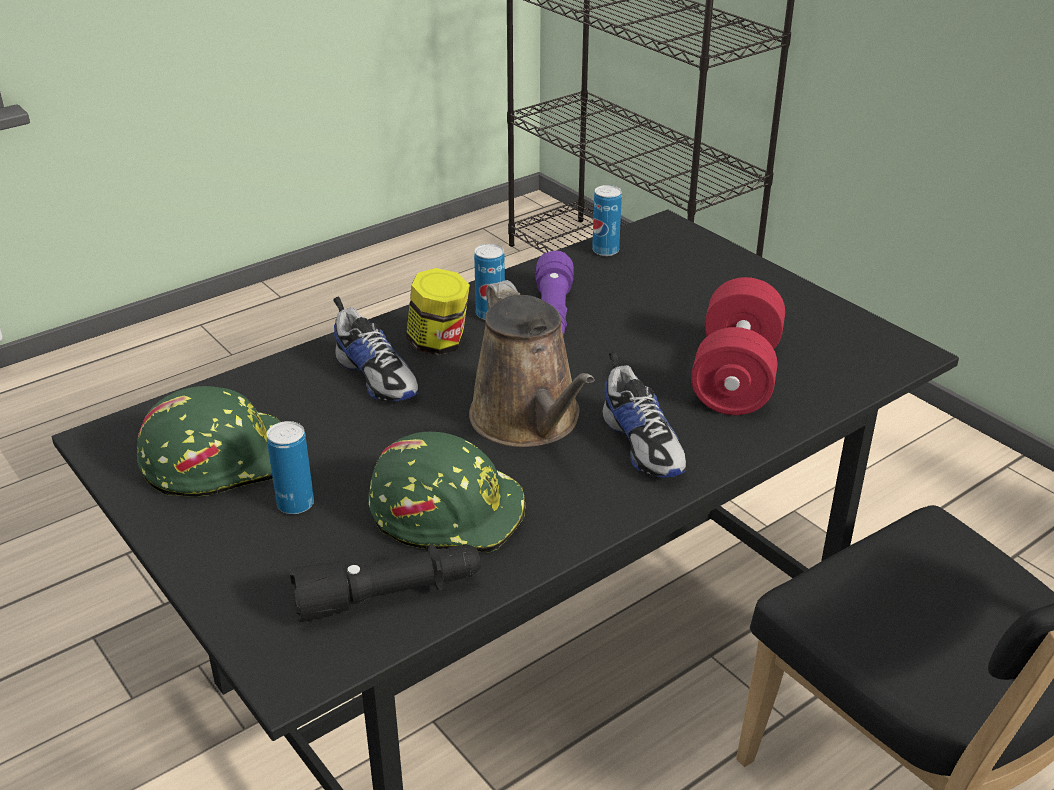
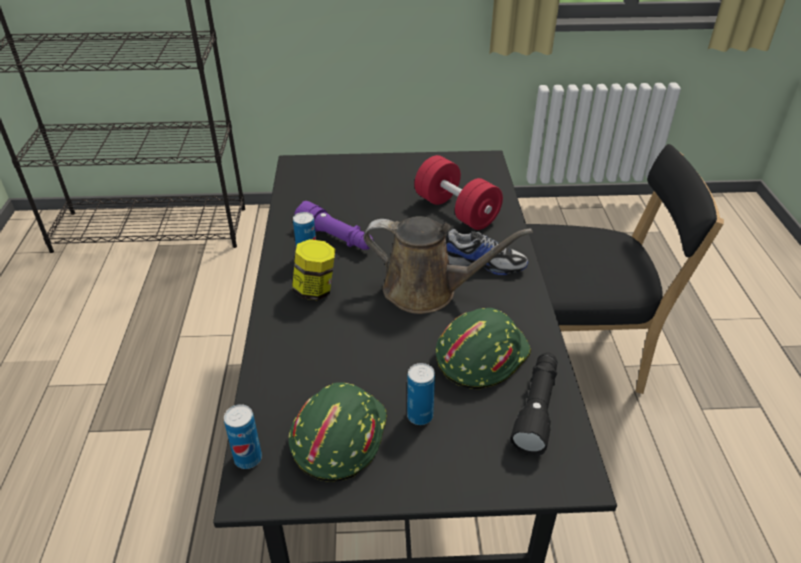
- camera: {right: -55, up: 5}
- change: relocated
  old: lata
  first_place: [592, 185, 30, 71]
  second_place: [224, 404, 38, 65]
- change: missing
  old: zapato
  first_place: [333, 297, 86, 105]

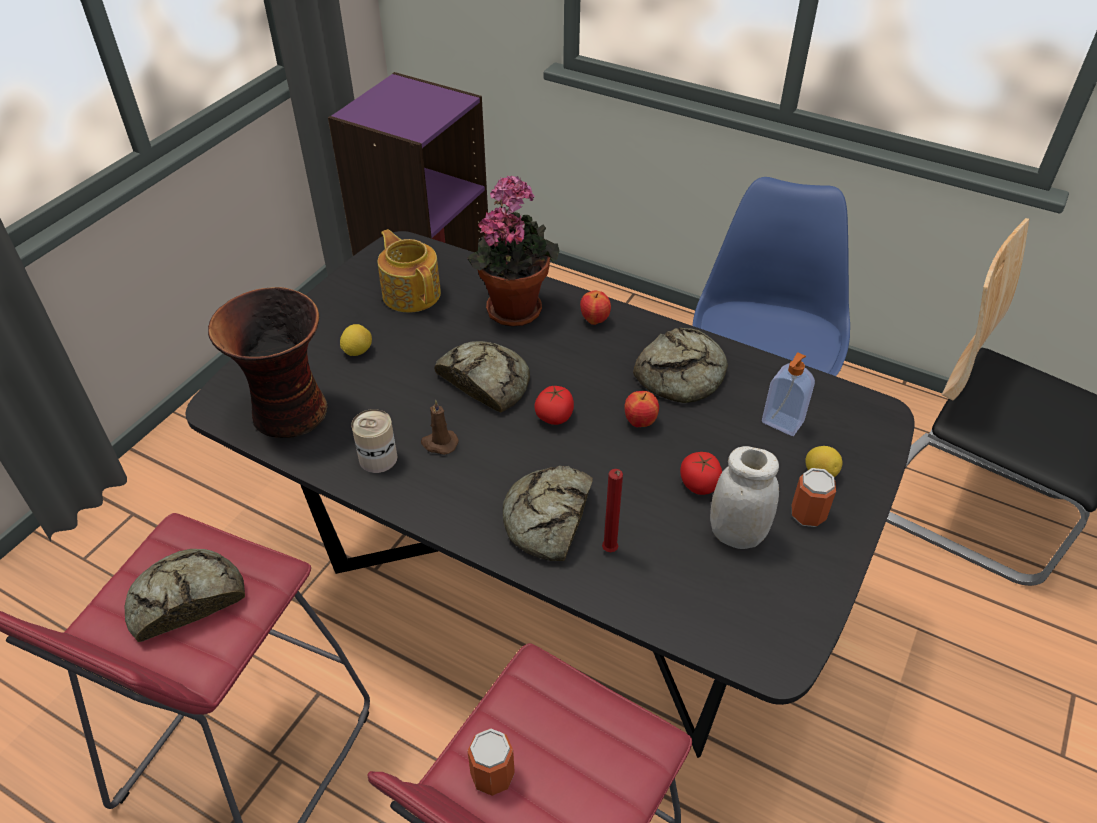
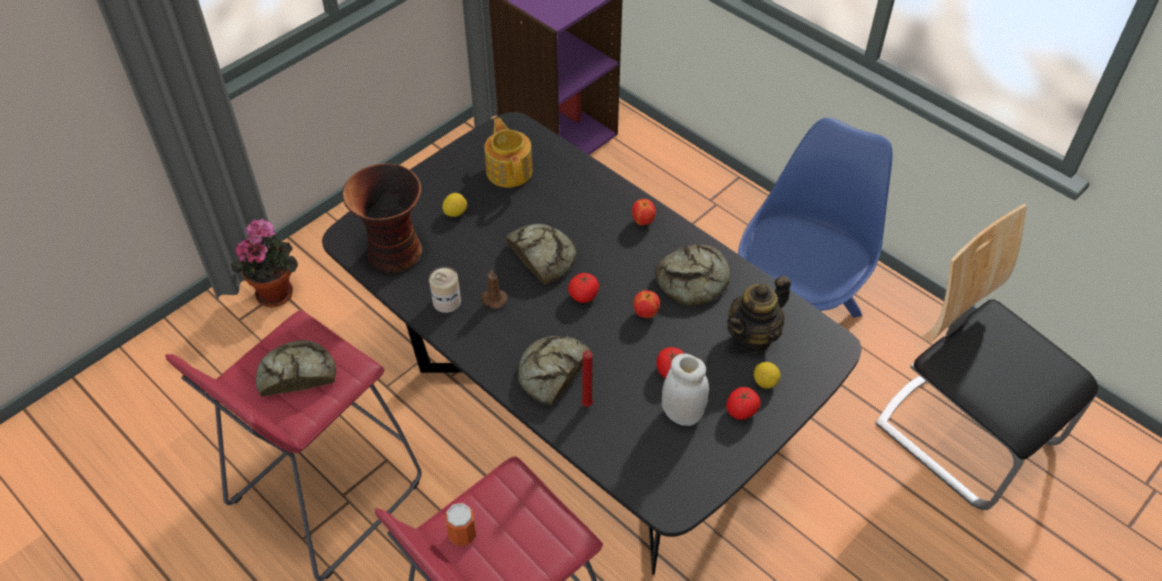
- camera: {right: 15, up: 5}
- change: relocated
  old: planta en maceta
  first_place: [467, 176, 92, 150]
  second_place: [231, 218, 67, 89]
- change: exchanged
  old: dispensador de jabón
  new: tetera
  first_place: [762, 352, 53, 84]
  second_place: [727, 276, 64, 77]
- change: exchanged
  old: lata
  new: tomate
  first_place: [792, 468, 44, 59]
  second_place: [726, 387, 34, 33]

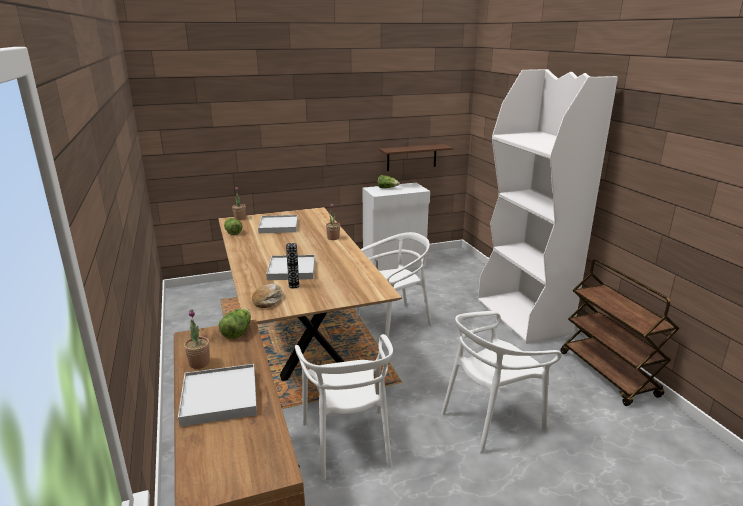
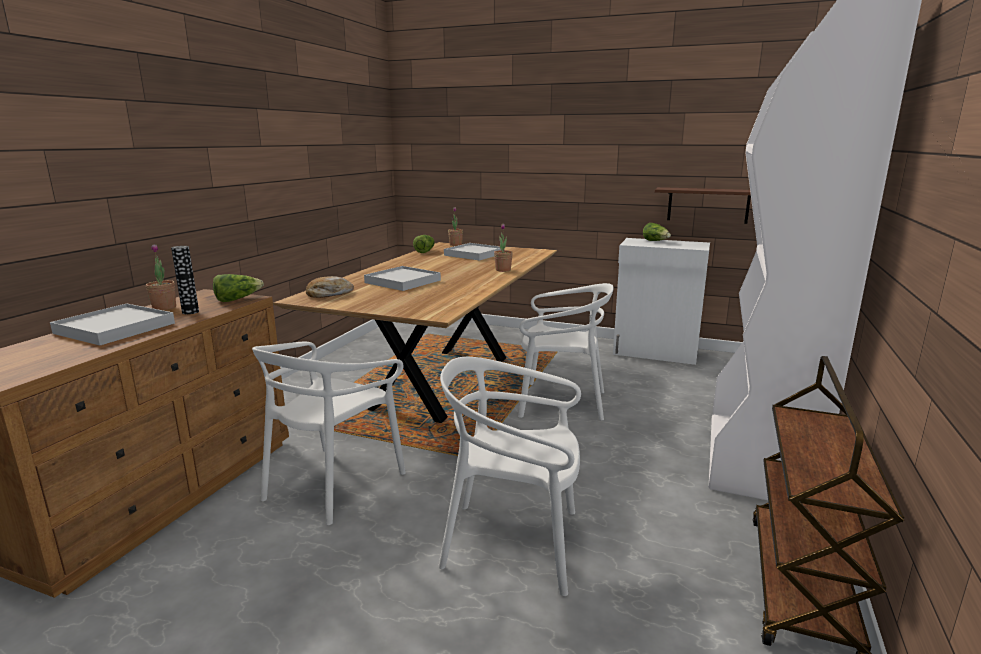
- camera: {right: 40, up: -5}
- change: relocated
  old: florero
  first_place: [286, 243, 13, 46]
  second_place: [171, 246, 28, 68]

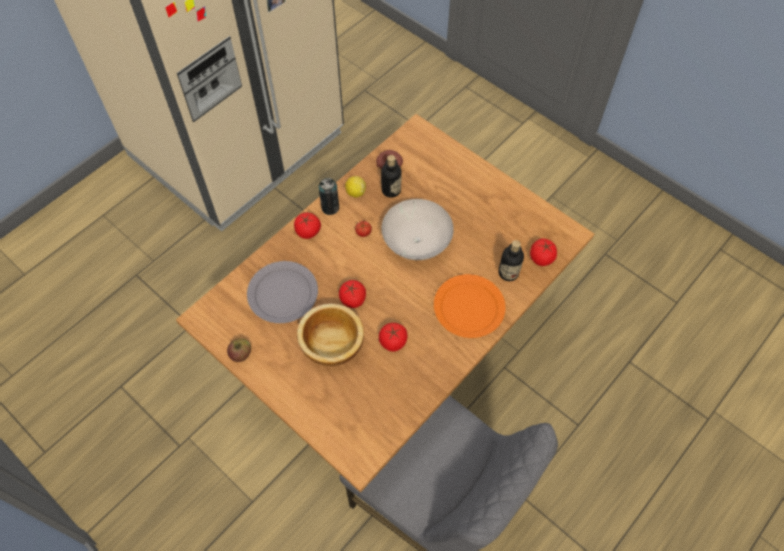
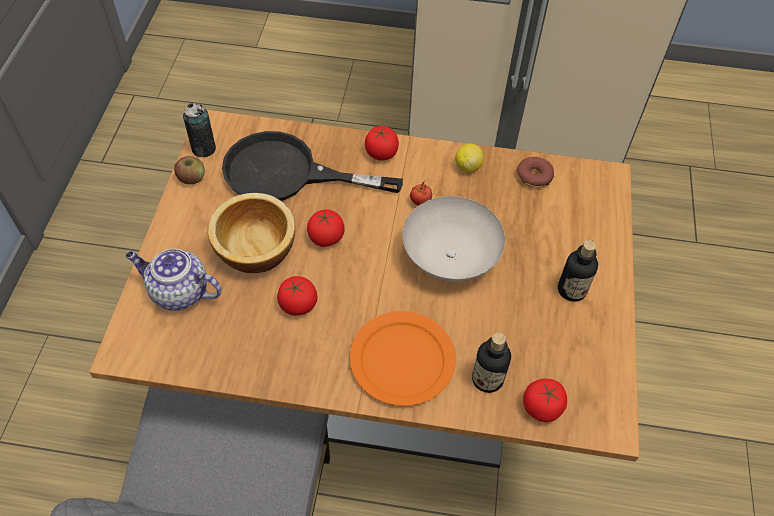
- camera: {right: 55, up: -5}
- change: relocated
  old: botella
  first_place: [381, 155, 21, 43]
  second_place: [558, 240, 40, 62]
- change: relocated
  old: lata
  first_place: [319, 178, 20, 37]
  second_place: [183, 103, 33, 54]
- change: exchanged
  old: plato (gris)
  new: sartén (negro)
  first_place: [247, 261, 71, 62]
  second_place: [222, 131, 181, 70]
- change: appeared
  new: tetera
  second_place: [125, 249, 97, 61]

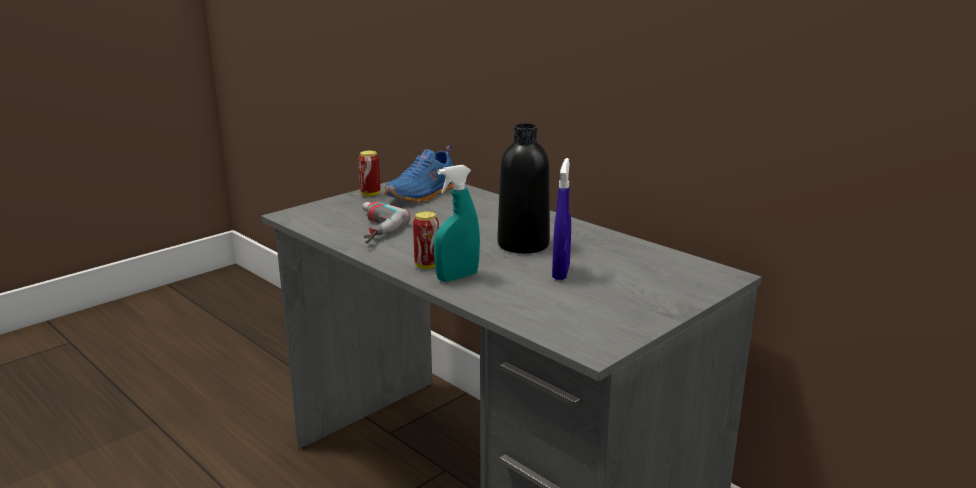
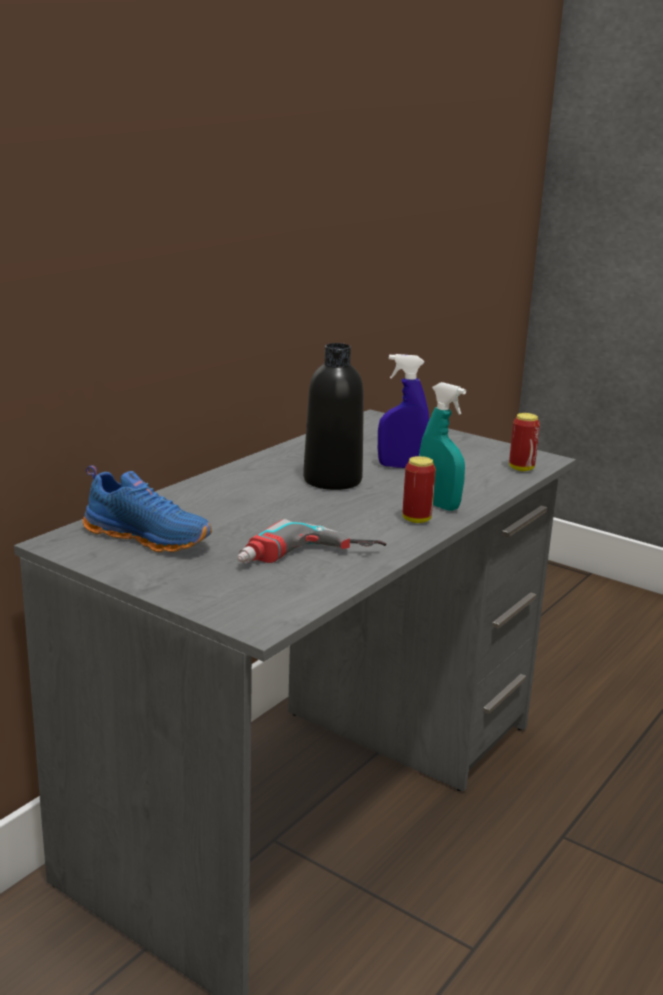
- camera: {right: -100, up: 0}
- change: relocated
  old: lata
  first_place: [358, 151, 22, 46]
  second_place: [509, 413, 31, 58]

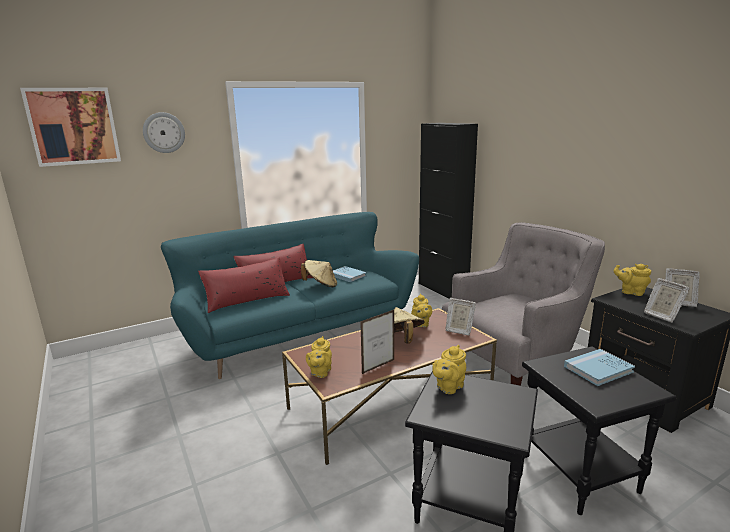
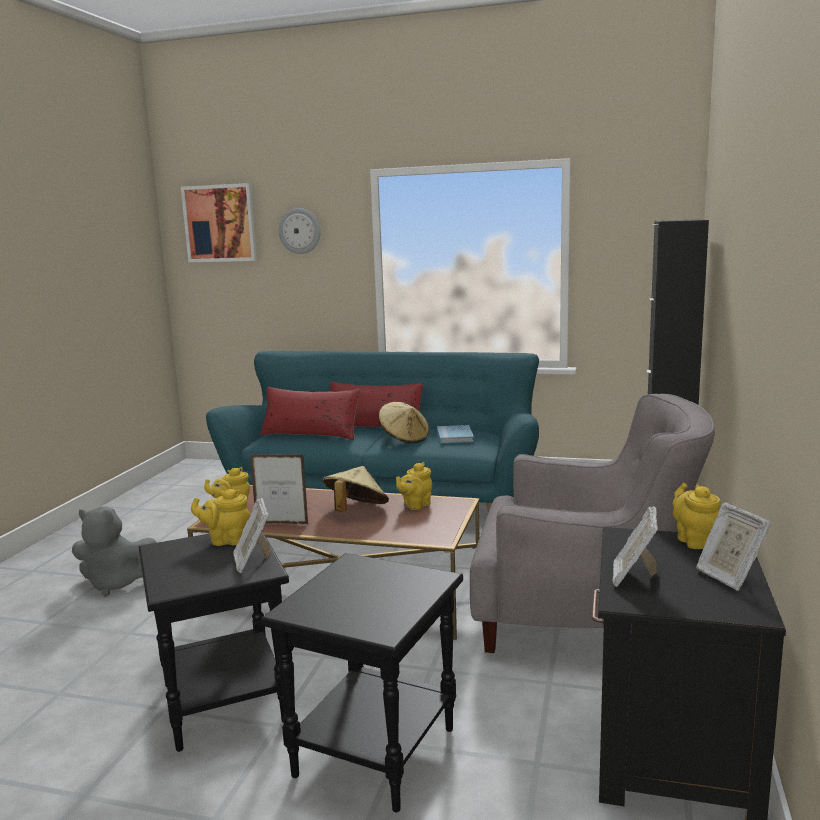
- camera: {right: 45, up: -5}
- change: relocated
  old: portarretratos
  first_place: [445, 298, 31, 38]
  second_place: [233, 498, 38, 75]
- change: missing
  old: libro (azul)
  first_place: [564, 349, 71, 37]
- change: appeared
  new: peluche (gris)
  second_place: [72, 507, 84, 90]

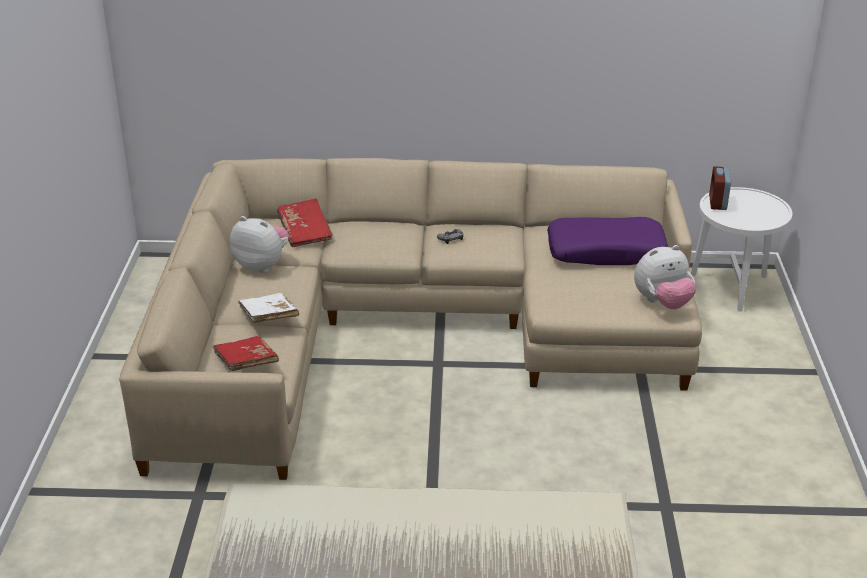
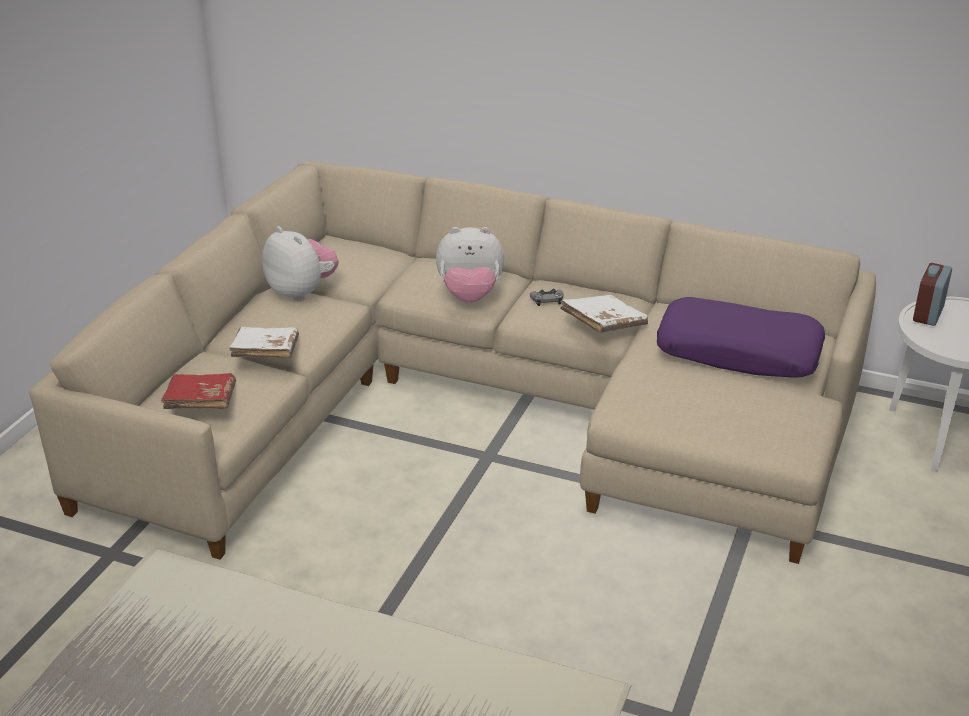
- camera: {right: 20, up: 0}
- change: missing
  old: libro (rojo)
  first_place: [277, 198, 56, 49]
- change: relocated
  old: peluche
  first_place: [634, 245, 62, 64]
  second_place: [436, 227, 68, 76]
- change: appeared
  new: libro (blanco)
  second_place: [560, 295, 88, 38]

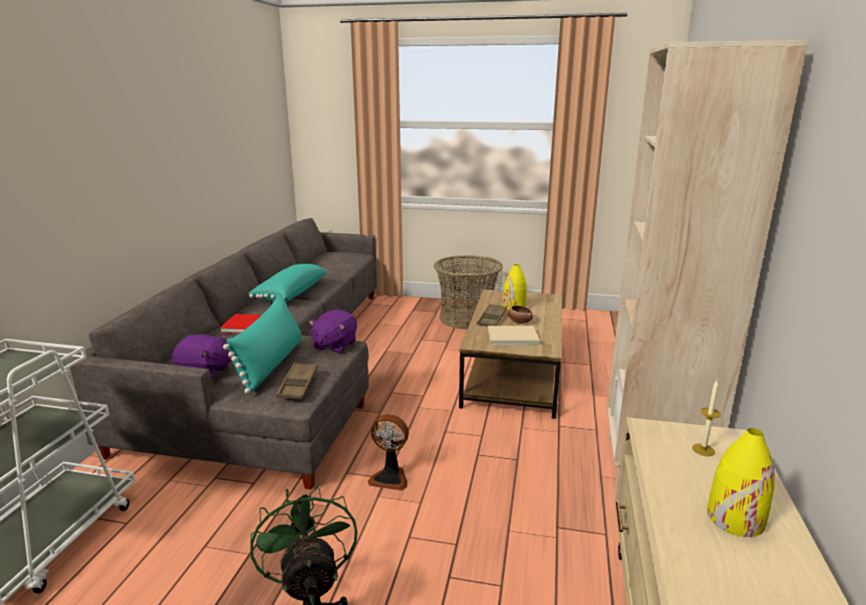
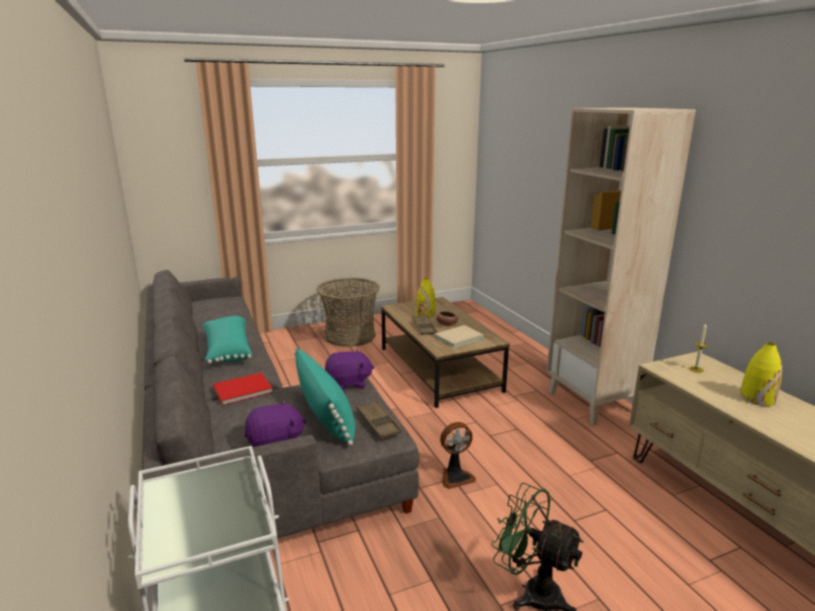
- camera: {right: -35, up: 0}
- change: spun
  old: peluche (morado)
  first_place: [308, 309, 49, 45]
  second_place: [325, 349, 49, 41]
  degrees: -90

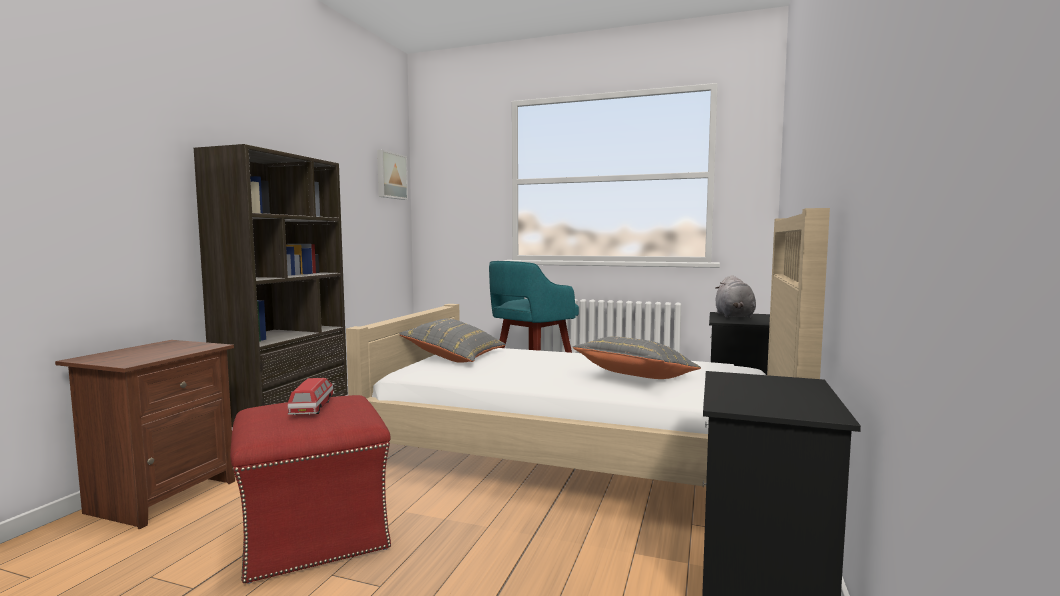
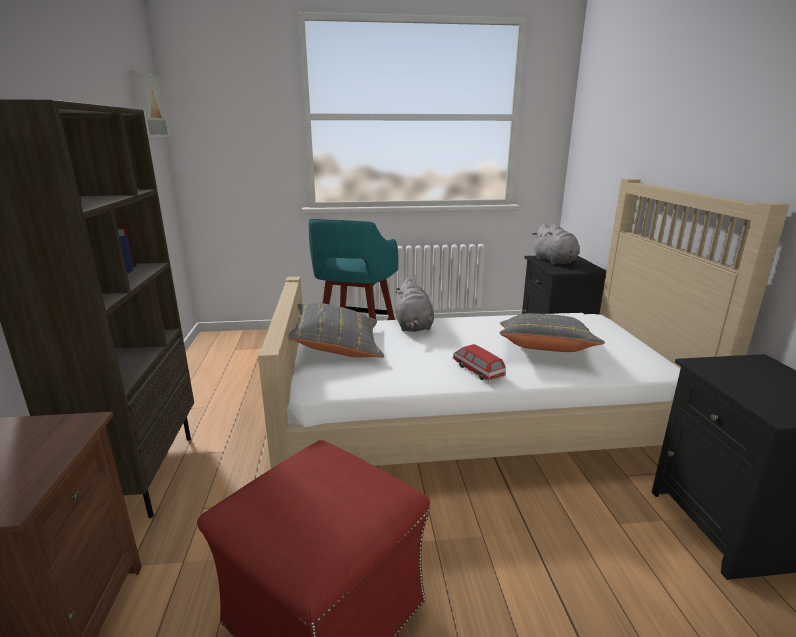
- camera: {right: -25, up: 15}
- change: relocated
  old: coche de juguete
  first_place: [288, 378, 46, 37]
  second_place: [453, 344, 53, 37]
- change: appeared
  new: peluche (gris)
  second_place: [395, 278, 39, 54]

